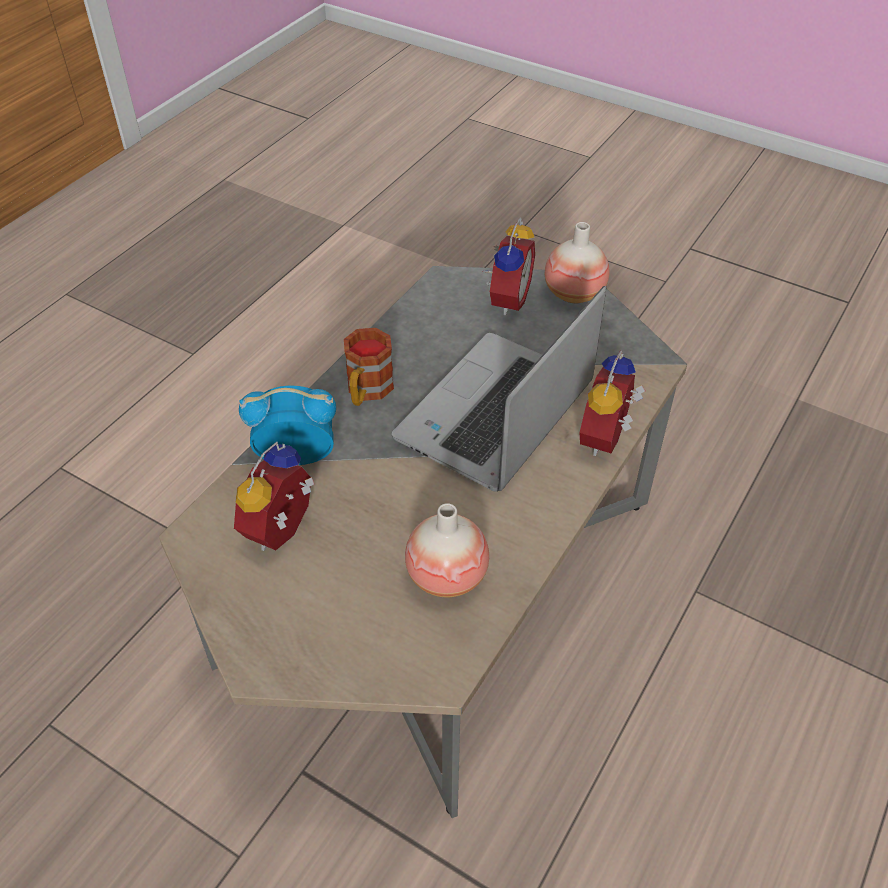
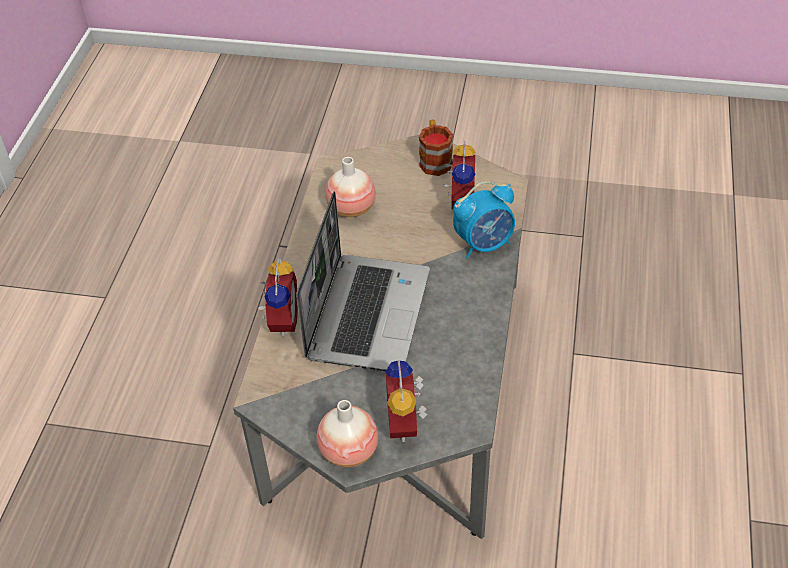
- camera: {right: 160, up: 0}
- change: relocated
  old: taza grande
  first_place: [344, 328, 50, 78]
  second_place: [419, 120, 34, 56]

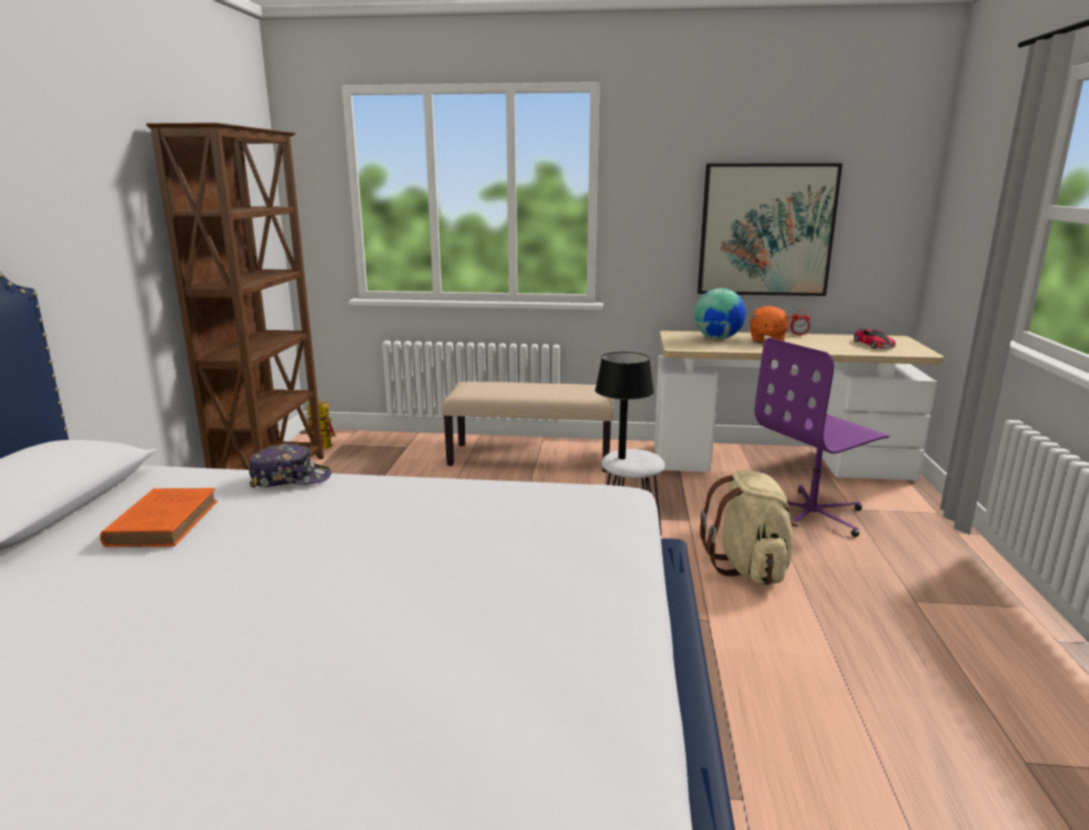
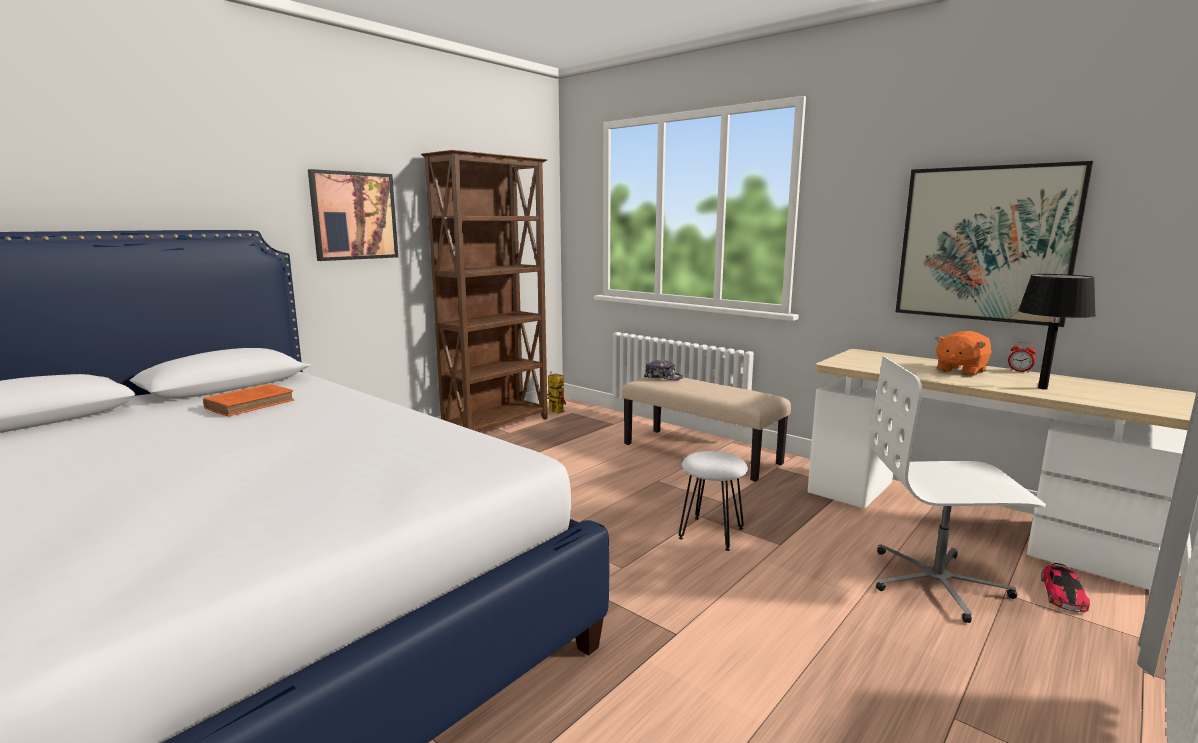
- camera: {right: 35, up: -5}
- change: missing
  old: globo terráqueo
  first_place: [694, 288, 52, 51]
- change: relocated
  old: coche de juguete
  first_place: [854, 328, 42, 21]
  second_place: [1041, 563, 49, 49]
- change: colour
  old: silla de oficina (morado)
  new: silla de oficina (blanco)
  first_place: [755, 338, 135, 199]
  second_place: [870, 356, 176, 267]
- change: relocated
  old: lámpara de mesa (negro)
  first_place: [595, 352, 59, 107]
  second_place: [1018, 274, 78, 116]
- change: relocated
  old: gorra
  first_place: [249, 444, 82, 44]
  second_place: [644, 360, 39, 20]
- change: missing
  old: mochila (beis)
  first_place: [700, 470, 98, 115]
- change: appeared
  new: cuadro
  second_place: [308, 169, 90, 92]

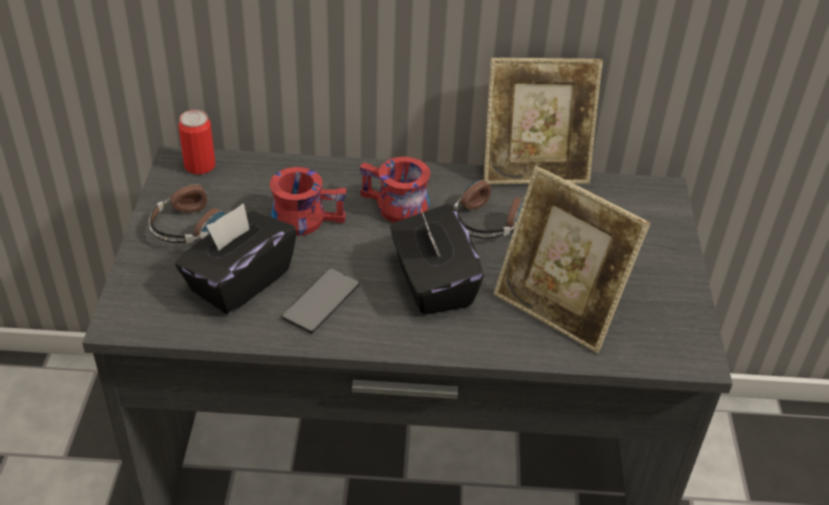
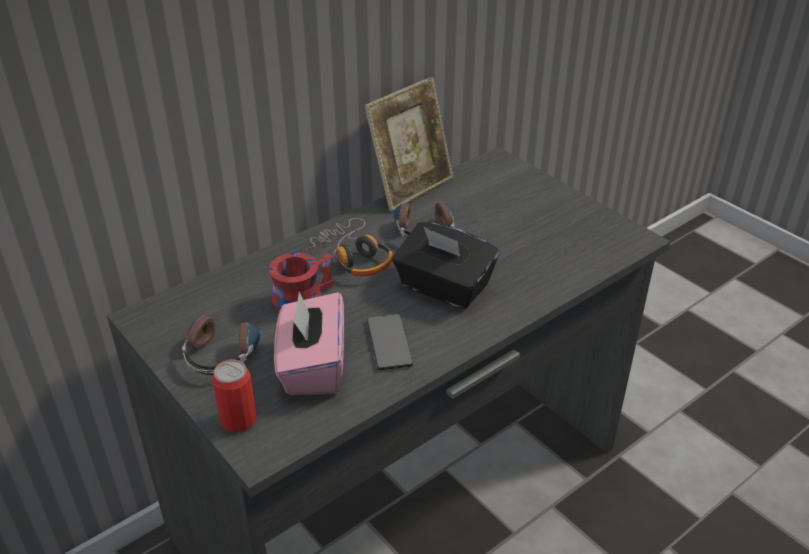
- camera: {right: -40, up: -5}
- change: relocated
  old: lata
  first_place: [178, 110, 37, 65]
  second_place: [212, 360, 45, 72]
- change: exchanged
  old: taza grande (rojo)
  new: auriculares
  first_place: [360, 157, 70, 66]
  second_place: [306, 218, 87, 59]
- change: missing
  old: portarretratos
  first_place: [493, 166, 157, 187]
- change: colour
  old: caja de pañuelos (negro)
  new: caja de pañuelos (rosa)
  first_place: [175, 203, 122, 112]
  second_place: [274, 292, 70, 103]

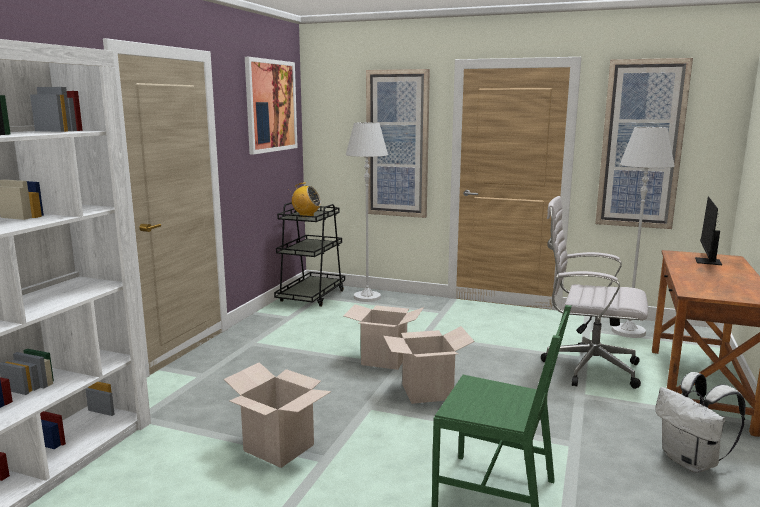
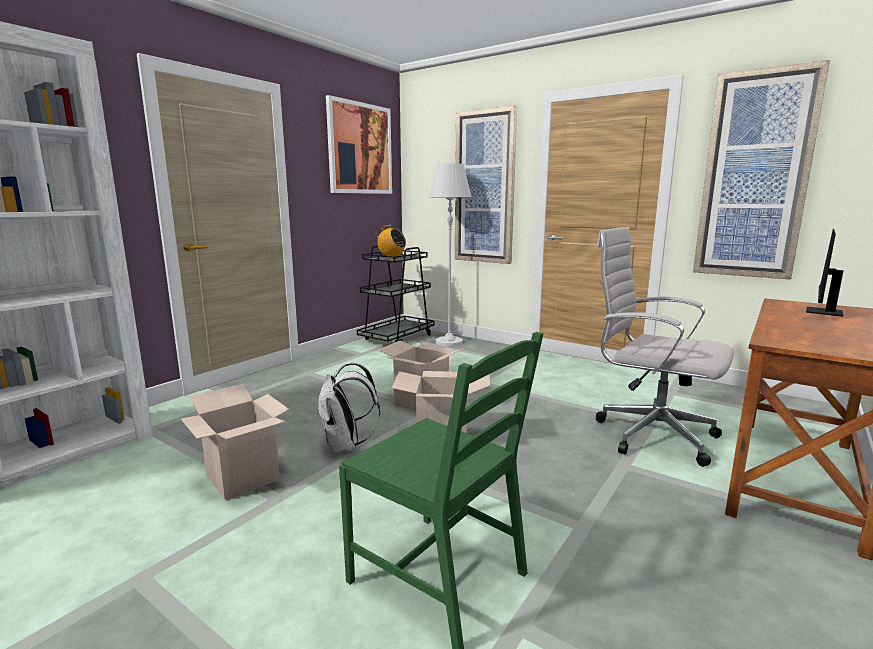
- camera: {right: 15, up: 0}
- change: missing
  old: lámpara de pie (blanco)
  first_place: [612, 127, 63, 211]
- change: relocated
  old: mochila (blanco)
  first_place: [655, 372, 91, 101]
  second_place: [317, 362, 63, 91]

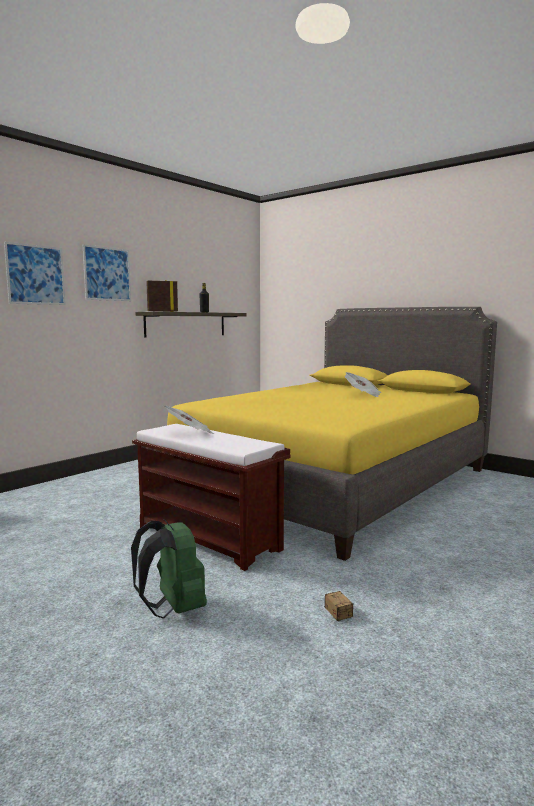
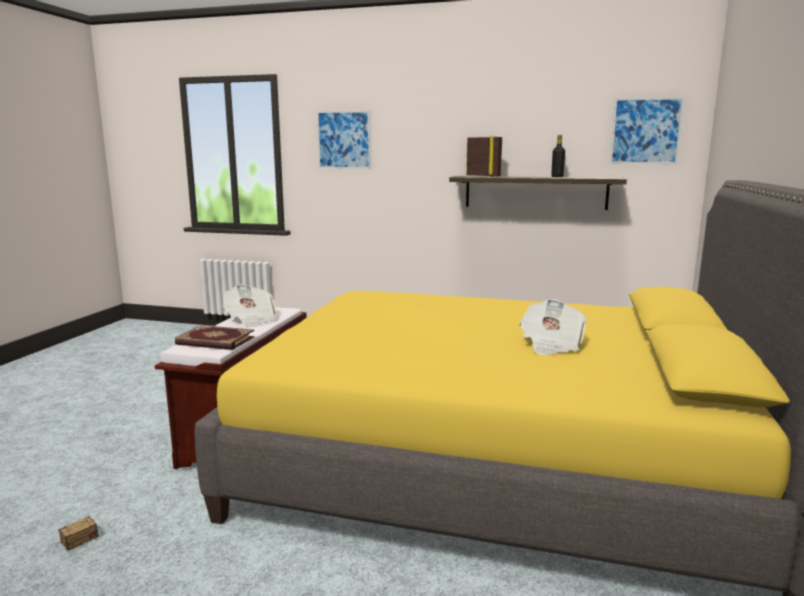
- camera: {right: 65, up: 5}
- change: relocated
  old: cuadro
  first_place: [83, 244, 48, 57]
  second_place: [610, 97, 75, 67]
- change: missing
  old: mochila (verde)
  first_place: [131, 519, 76, 100]
- change: appeared
  new: libro
  second_place: [175, 325, 80, 25]

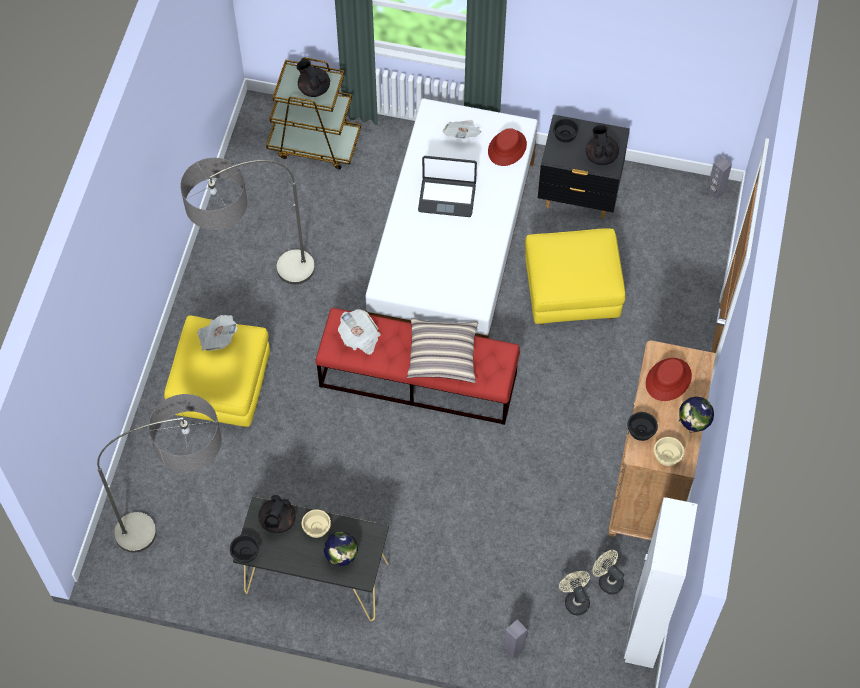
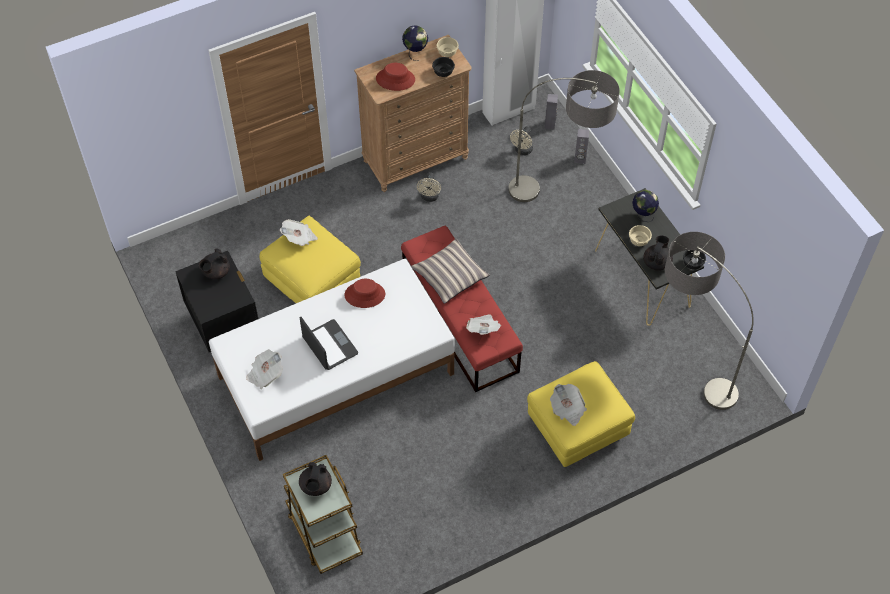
- camera: {right: -130, up: -5}
- change: missing
  old: cuenco (negro)
  first_place: [553, 118, 26, 25]
- change: relocated
  old: sombrero (rojo)
  first_place: [488, 128, 39, 38]
  second_place: [345, 279, 40, 29]
- change: relocated
  old: altavoz (gris)
  first_place: [707, 156, 25, 43]
  second_place: [545, 94, 13, 36]
- change: relocated
  old: lámpara de pie
  first_place: [180, 158, 135, 126]
  second_place: [508, 70, 112, 132]
- change: spun
  old: tetera (negro)
  first_place: [258, 495, 38, 38]
  second_place: [643, 236, 30, 35]
  degrees: -45
- change: relocated
  old: ventilador (beis)
  first_place: [592, 550, 32, 45]
  second_place: [417, 172, 24, 30]
- change: appeared
  new: periódico
  second_place: [280, 219, 38, 27]

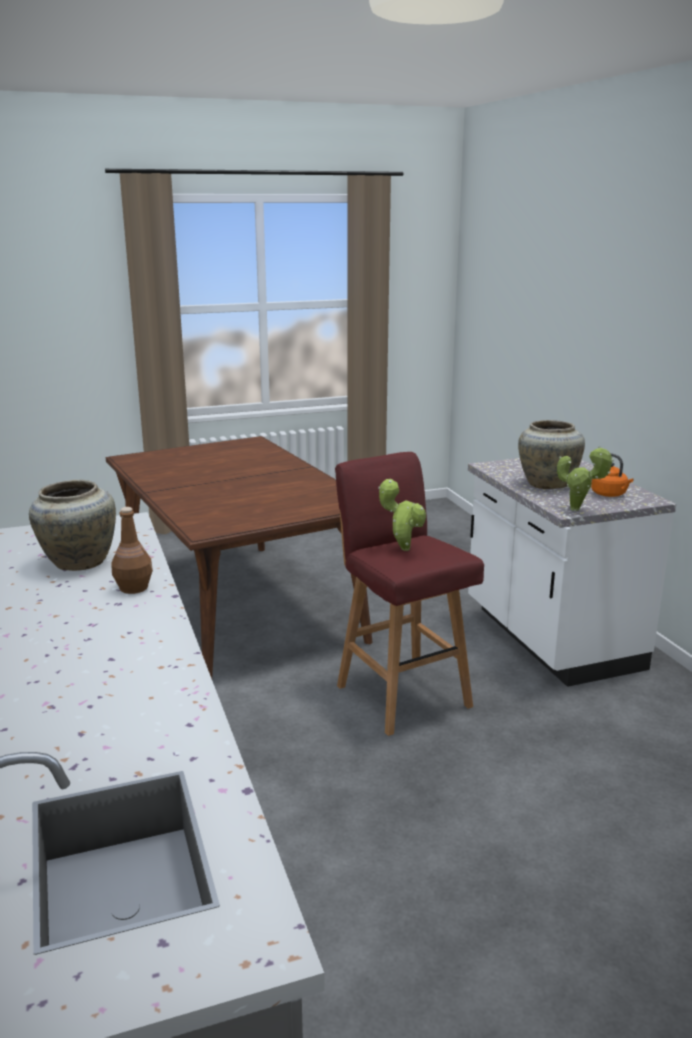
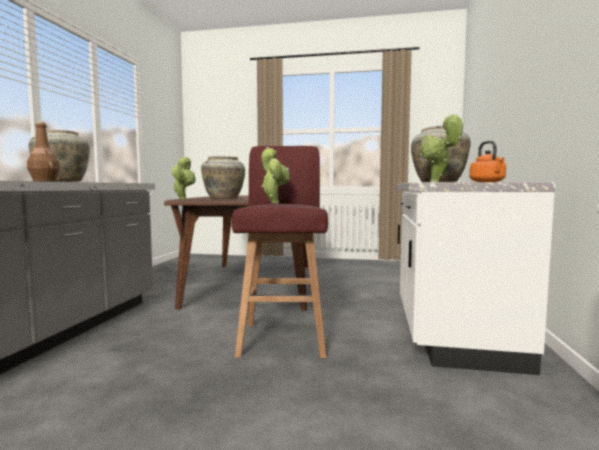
- camera: {right: 30, up: -15}
- change: appeared
  new: planta en maceta
  second_place: [172, 156, 24, 44]
- change: appeared
  new: florero (beis)
  second_place: [201, 156, 44, 43]

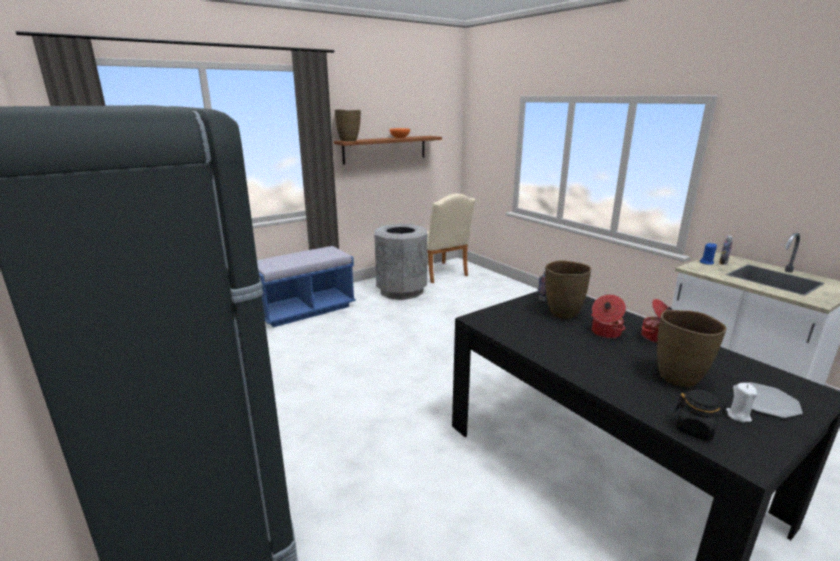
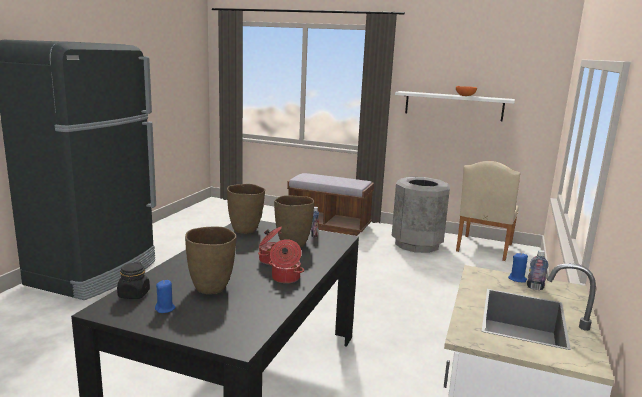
- camera: {right: 55, up: -5}
- change: relocated
  old: florero (marrón)
  first_place: [335, 109, 26, 32]
  second_place: [227, 184, 38, 50]
- change: colour
  old: estante (marrón)
  new: estante (blanco)
  first_place: [334, 136, 108, 29]
  second_place: [395, 91, 120, 30]
- change: colour
  old: banco (azul)
  new: banco (marrón)
  first_place: [257, 246, 99, 81]
  second_place: [287, 173, 87, 63]
- change: missing
  old: plato
  first_place: [733, 382, 70, 36]
- change: colour
  old: vela (blanco)
  new: vela (azul)
  first_place: [725, 383, 32, 39]
  second_place: [155, 280, 21, 33]

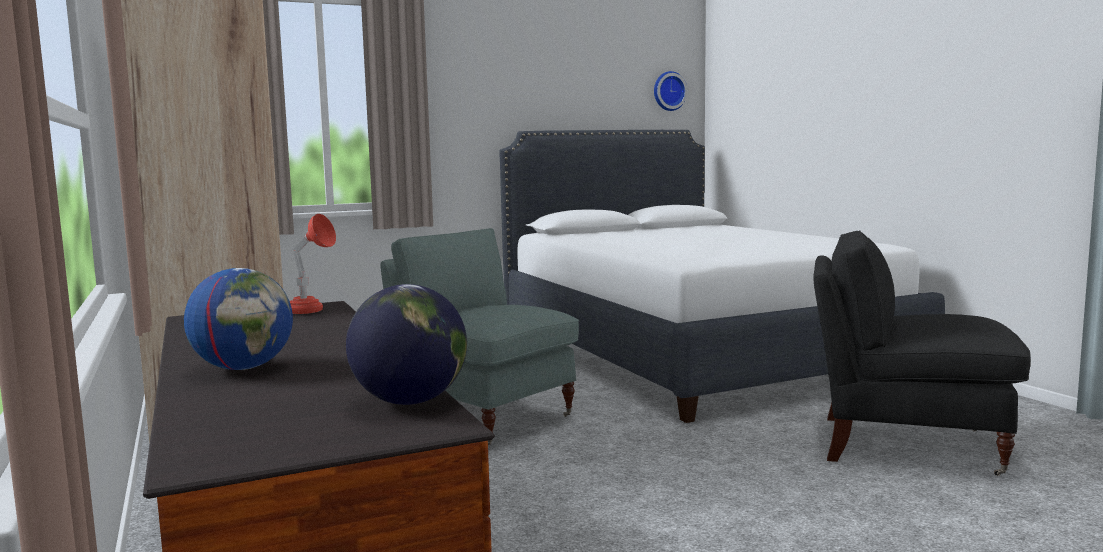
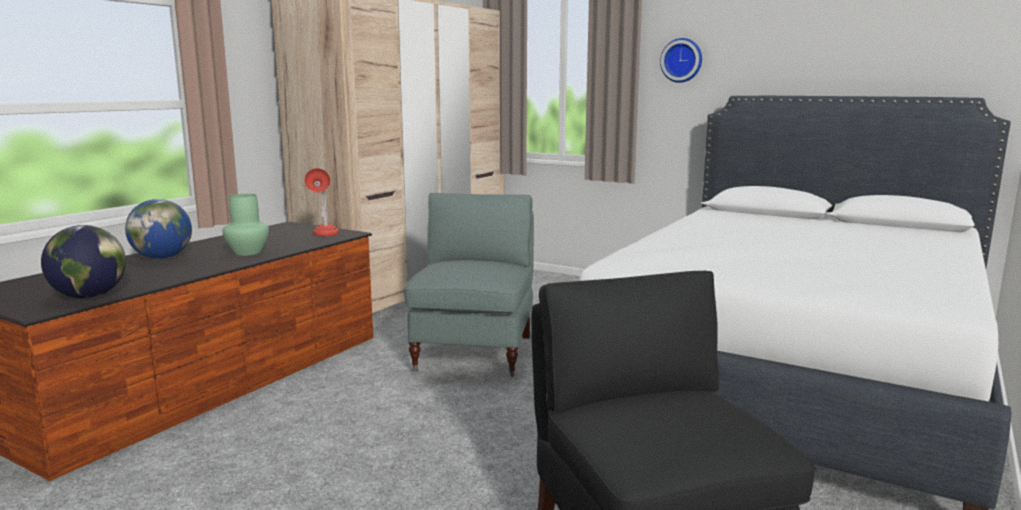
- camera: {right: 55, up: 5}
- change: relocated
  old: reloj de pared
  first_place: [654, 71, 34, 40]
  second_place: [660, 38, 42, 45]
- change: appeared
  new: florero (verde)
  second_place: [222, 194, 47, 62]

